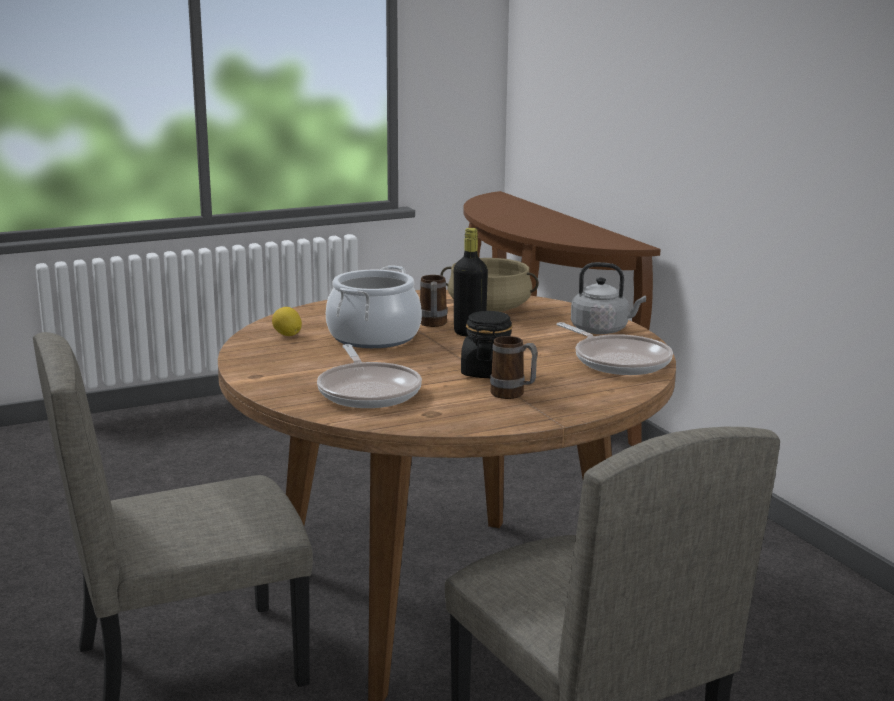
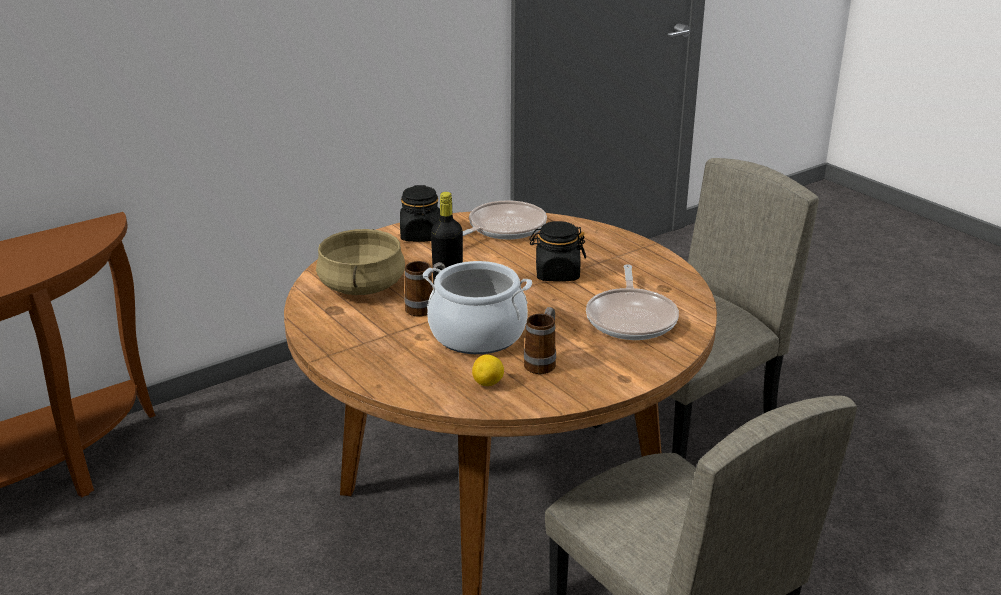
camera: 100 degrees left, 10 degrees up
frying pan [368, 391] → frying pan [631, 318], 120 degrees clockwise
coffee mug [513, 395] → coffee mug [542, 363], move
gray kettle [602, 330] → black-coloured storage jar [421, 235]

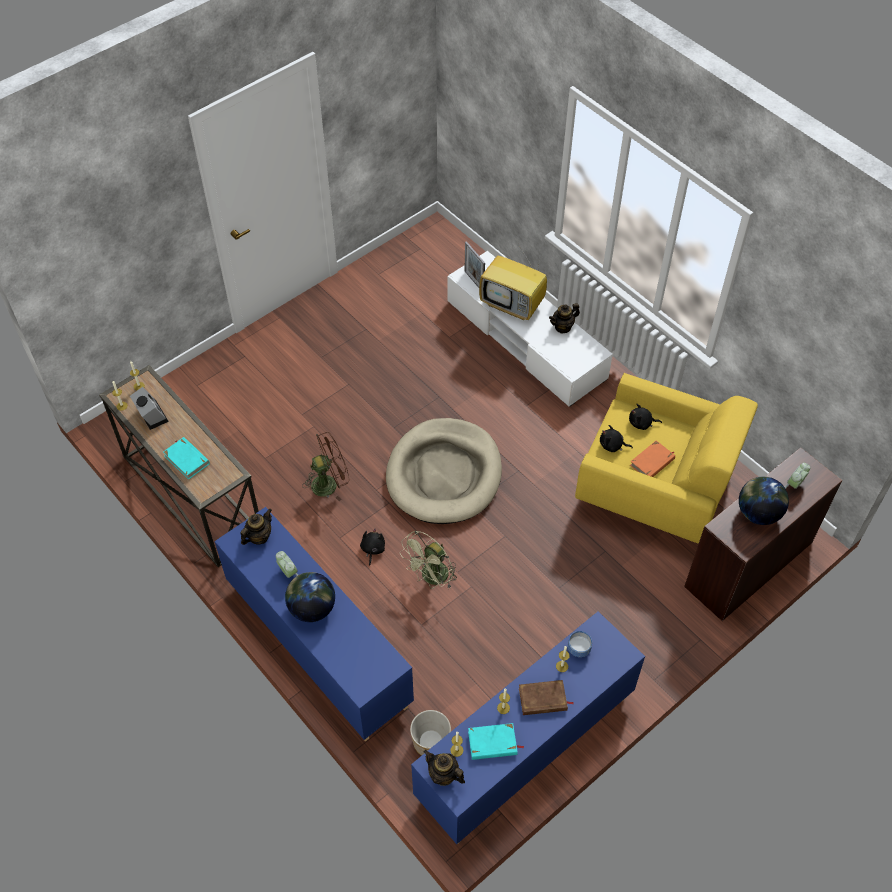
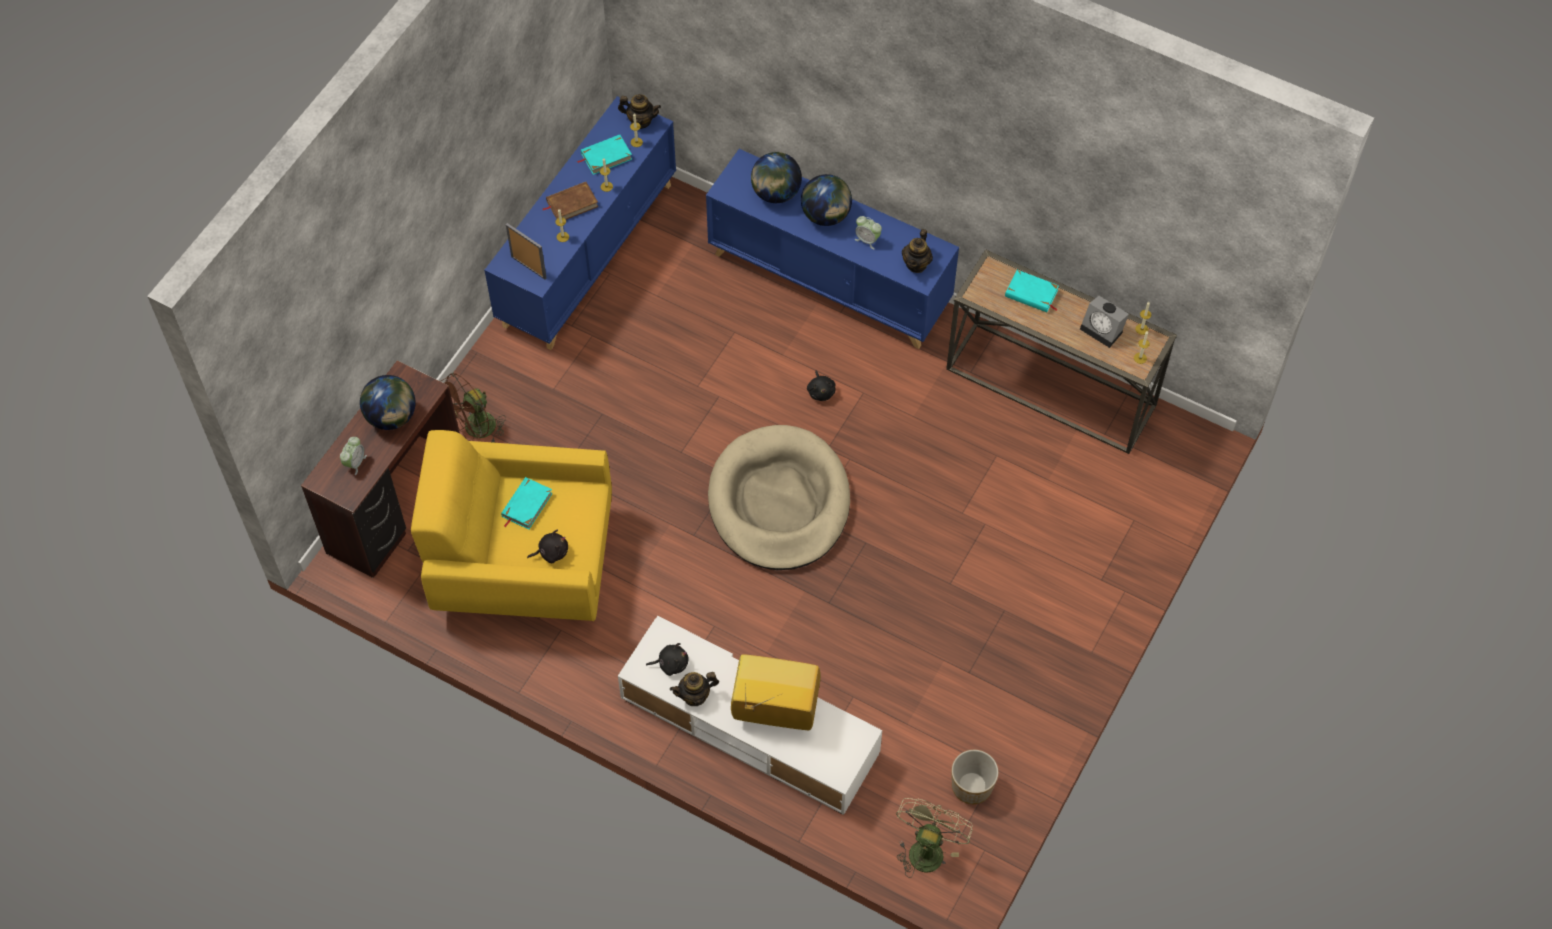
camera: 160 degrees right, 5 degrees up
brown cooling fan [329, 483] → brown cooling fan [475, 430], move
green cooling fan [431, 578] → green cooling fan [927, 848], move
flower pot [430, 741] → flower pot [972, 786], move
standing frame [474, 281] → standing frame [528, 267], move
pot for tea [563, 327] → pot for tea [695, 696], 150 degrees counterclockwise
deep dish [579, 649] → -
black-coloured plush toy [612, 445] → black-coloured plush toy [671, 663], move
orangey volume [652, 462] → turquoise-coloured volume [526, 505]
- → world globe [776, 193]

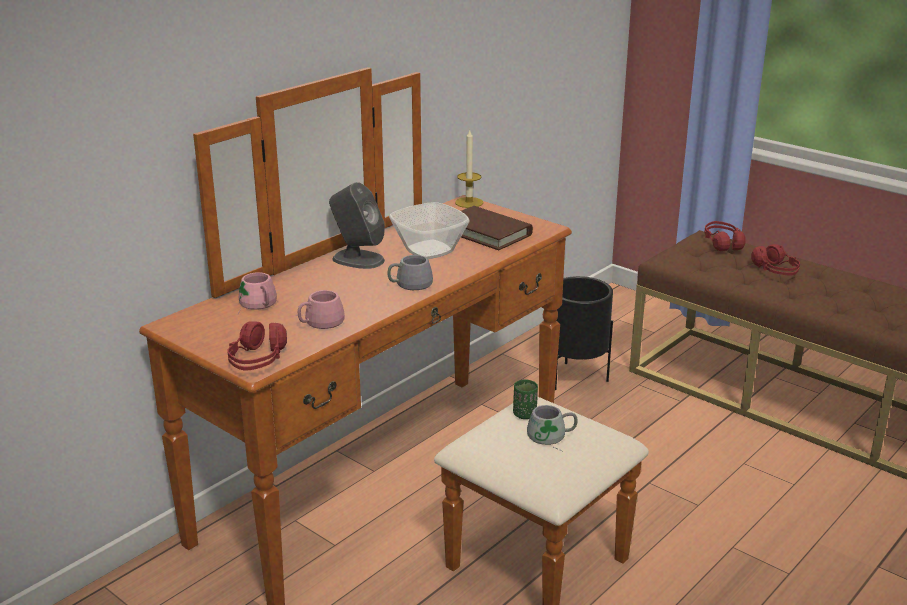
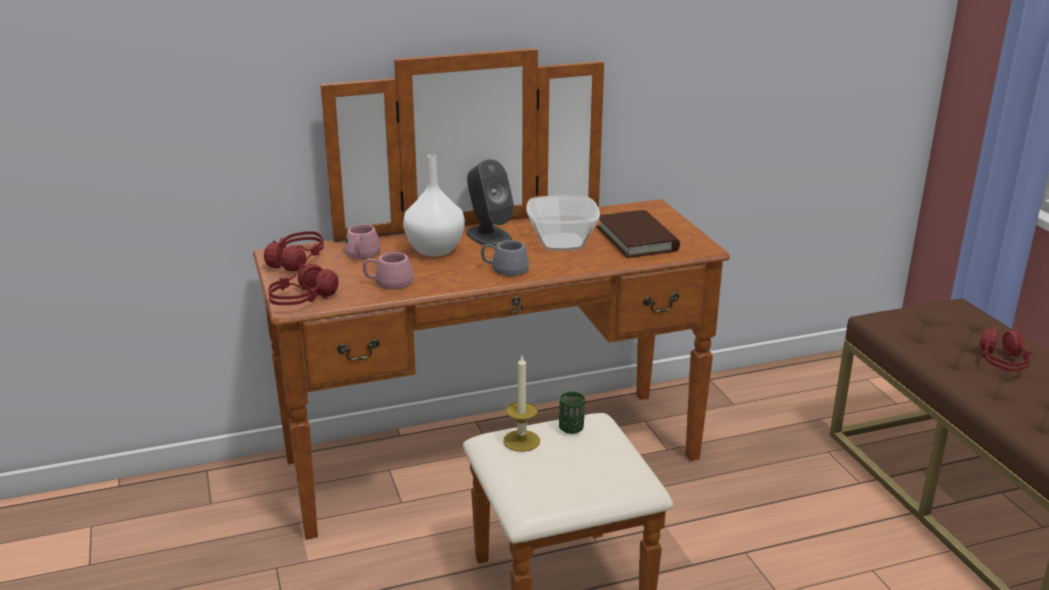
camera: 30 degrees right, 0 degrees up
wax candle [469, 202] → wax candle [521, 441], move
gray coffee mug [551, 438] → -
black-coloured flower pot [576, 378] → -
red-coloured pair of headphones [722, 243] → red-coloured pair of headphones [297, 260], move
- → white vase [436, 250]

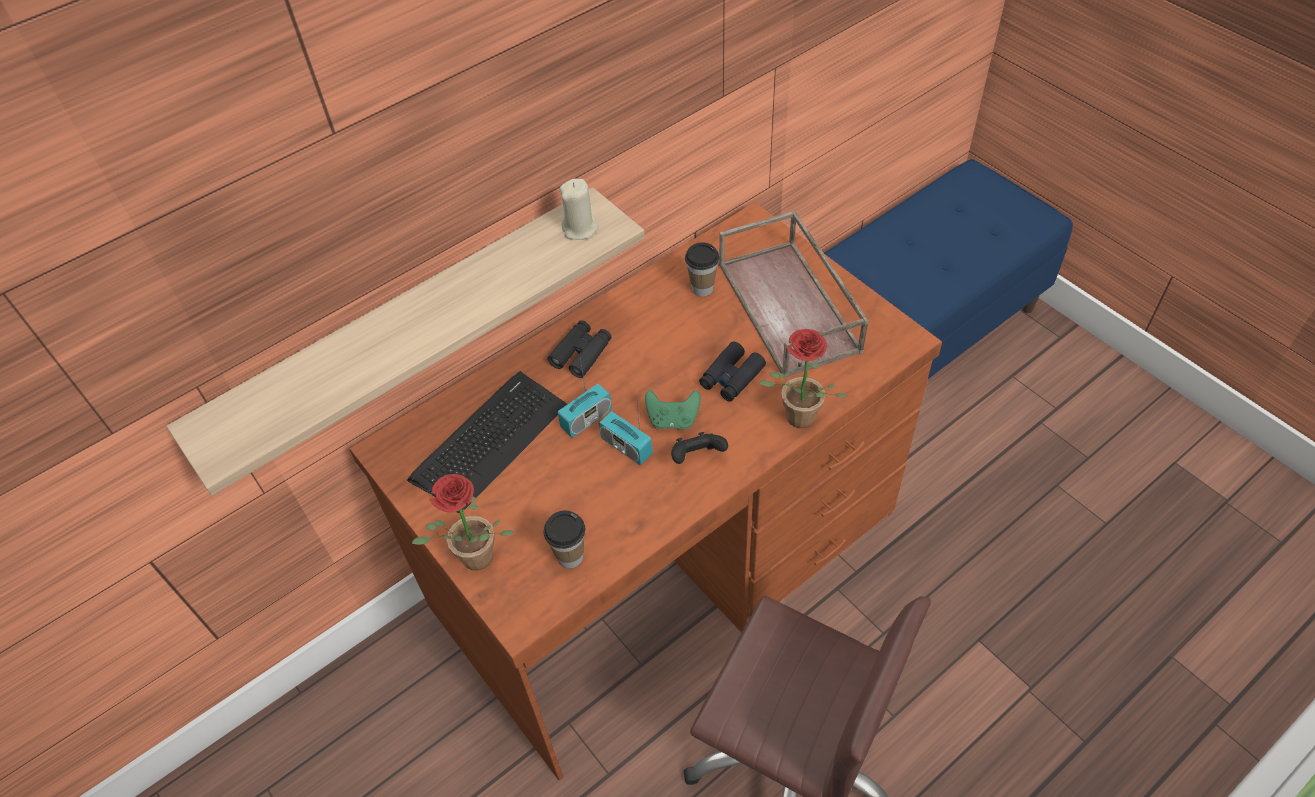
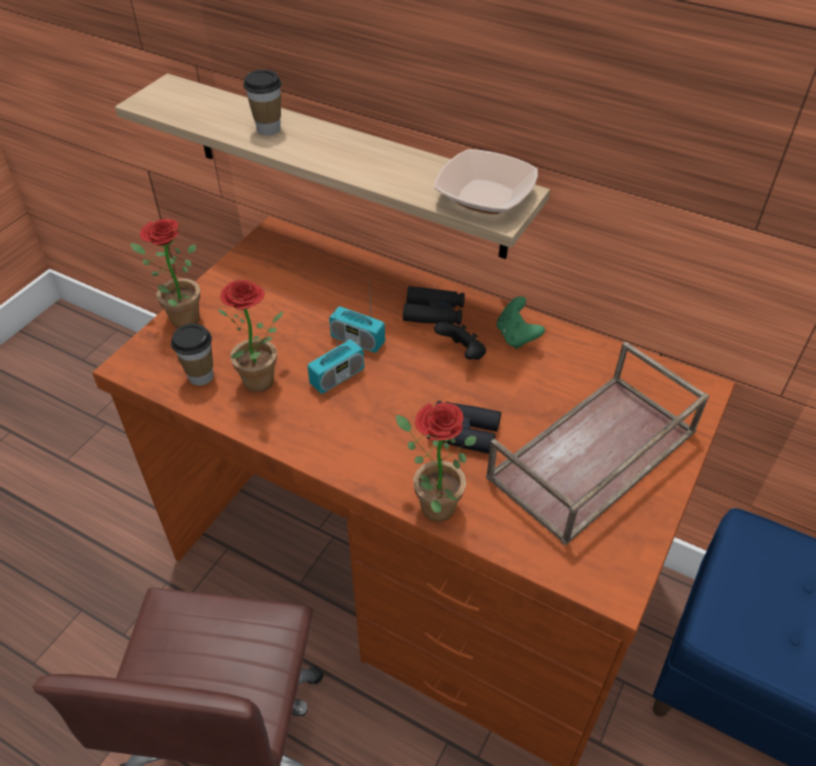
camera: 65 degrees right, 5 degrees down
computer keyboard [489, 441] → -
sand-coloured wax candle [580, 228] → deep dish [485, 196]
radio receiver [626, 447] → radio receiver [337, 377], 150 degrees counterclockwise
green game controller [673, 420] → green game controller [516, 336], move
black-coloured game controller [697, 457] → black-coloured game controller [462, 353], move
drinking cup [702, 288] → drinking cup [268, 129], move
- → plant in a pot [262, 386]

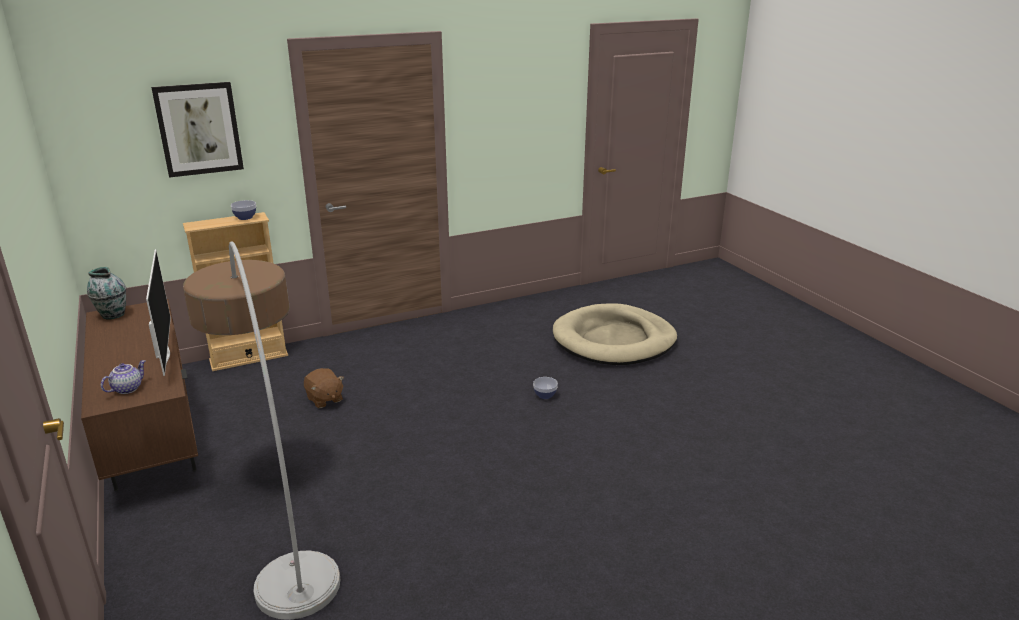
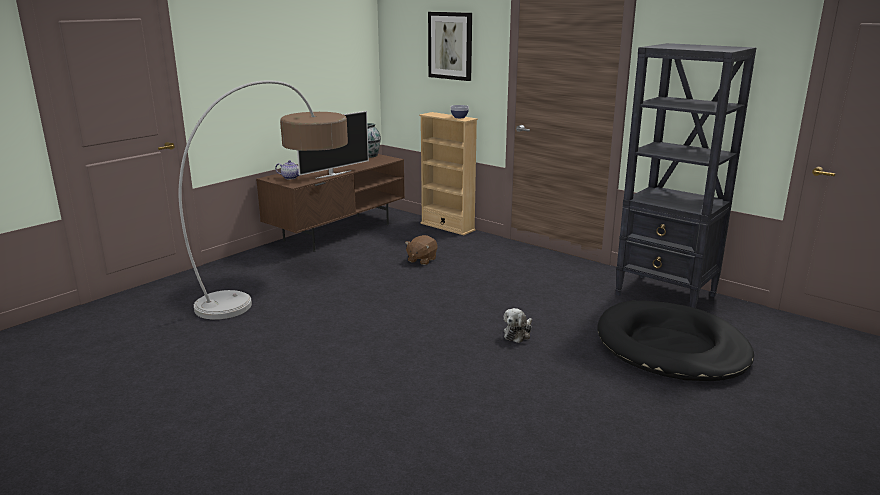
camera: 65 degrees right, 5 degrees down
deep dish [545, 395] → plush toy [518, 334]
sand-coloured dog cushion [614, 340] → black-coloured dog cushion [671, 347]
- → black-coloured bookshelf [666, 295]

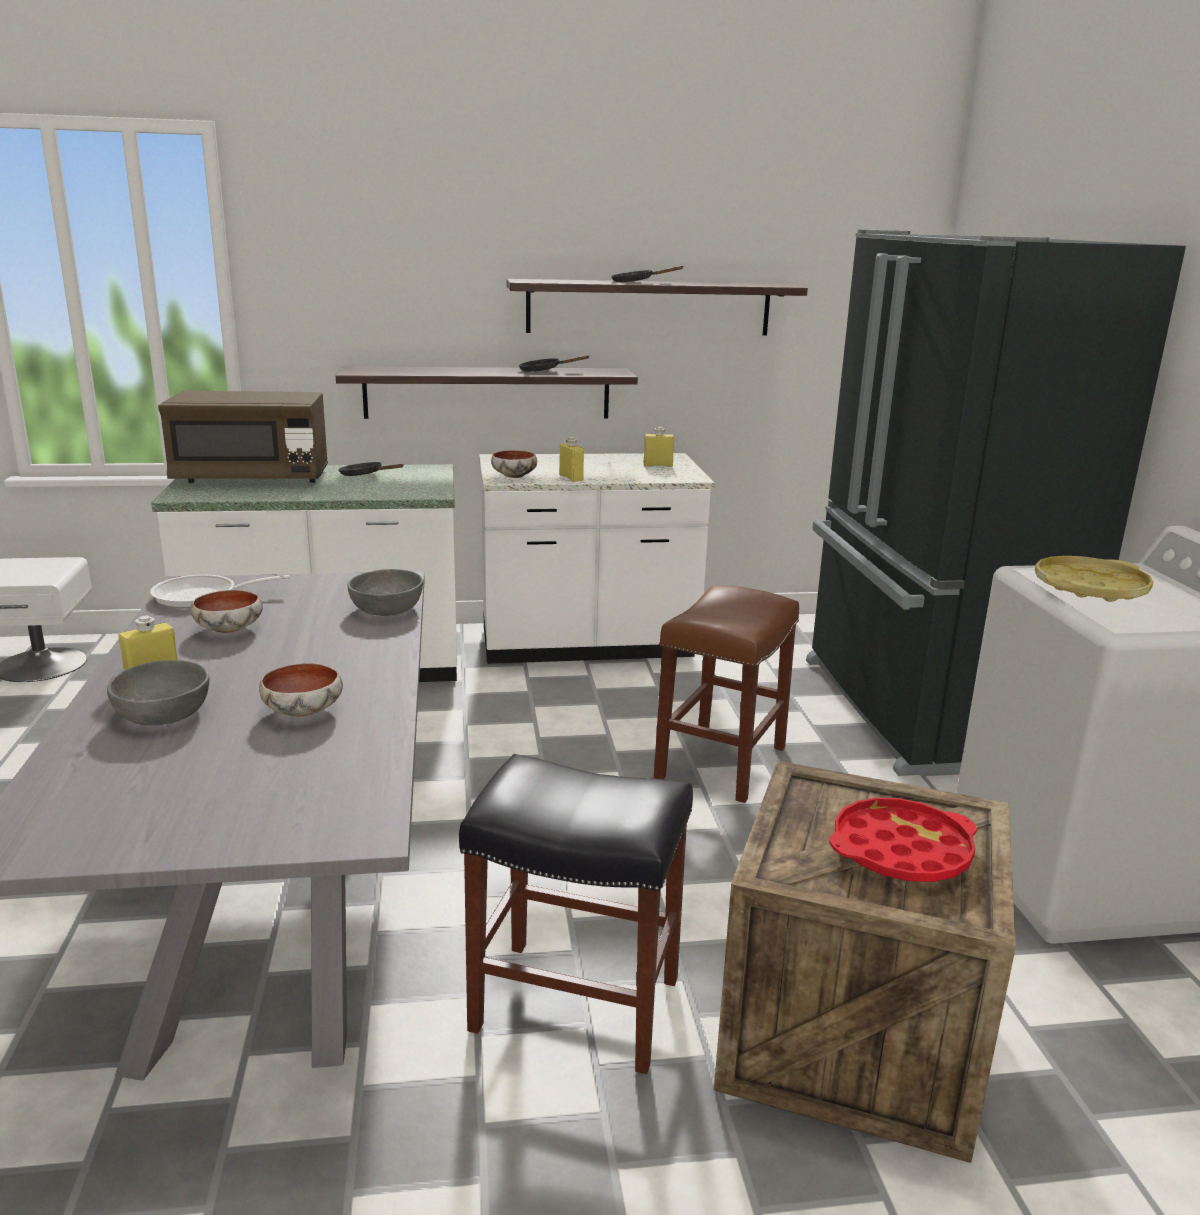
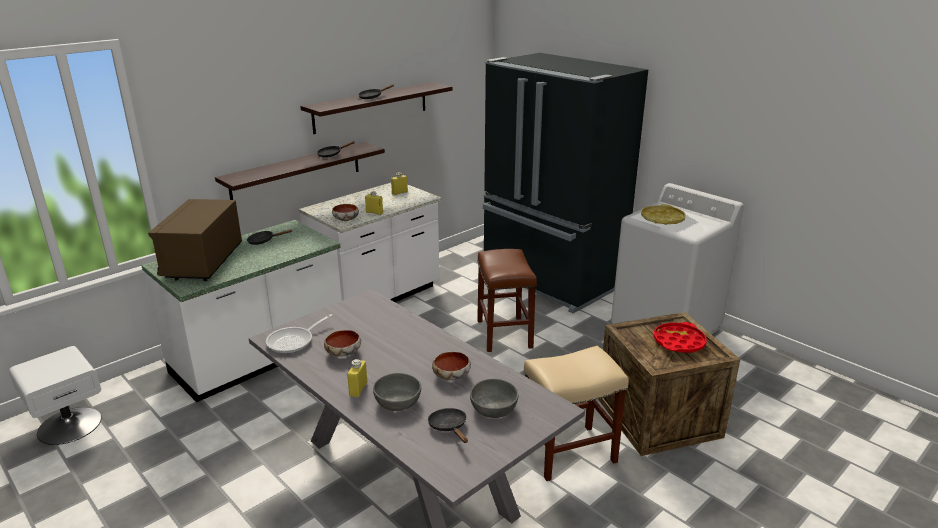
camera: 35 degrees left, 5 degrees up
brown microwave [252, 478] → brown microwave [203, 262], 135 degrees clockwise
gray deep dish [386, 609] → gray deep dish [494, 409], move
black-coloured stool [573, 1004] → sand-coloured stool [568, 453]
- → black-coloured frying pan [449, 427]

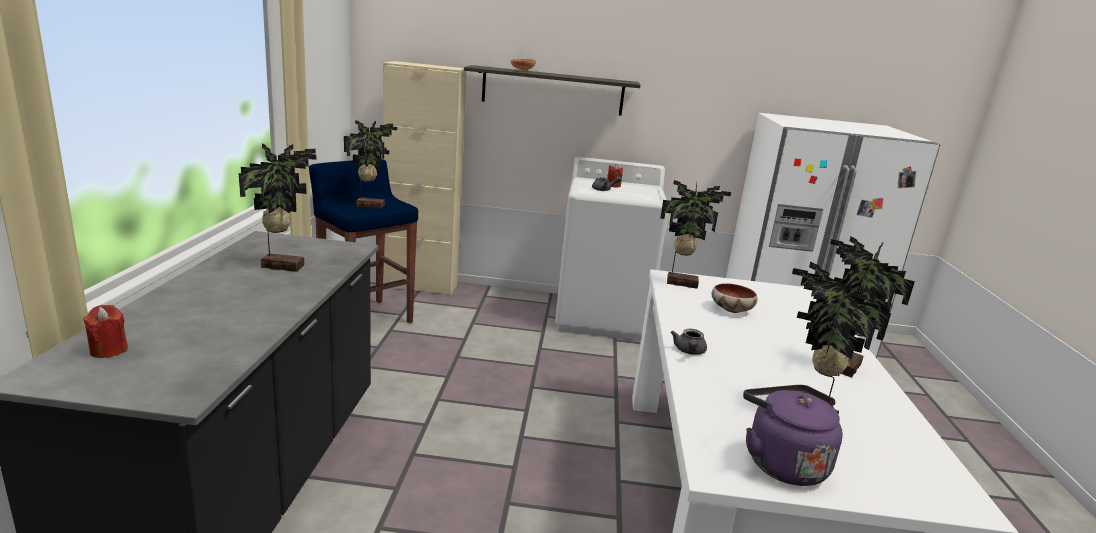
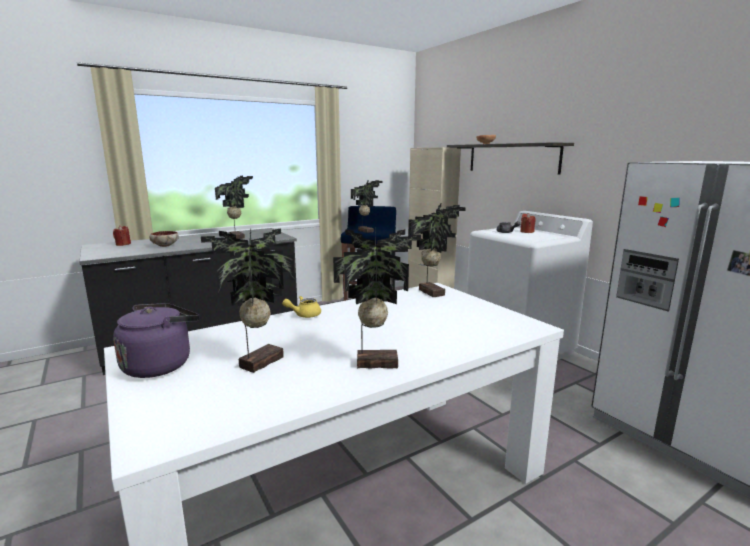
camera: 55 degrees right, 5 degrees down
gray pot for tea [689, 352] → yellowish pot for tea [304, 315]
deep dish [730, 310] → deep dish [165, 245], move

